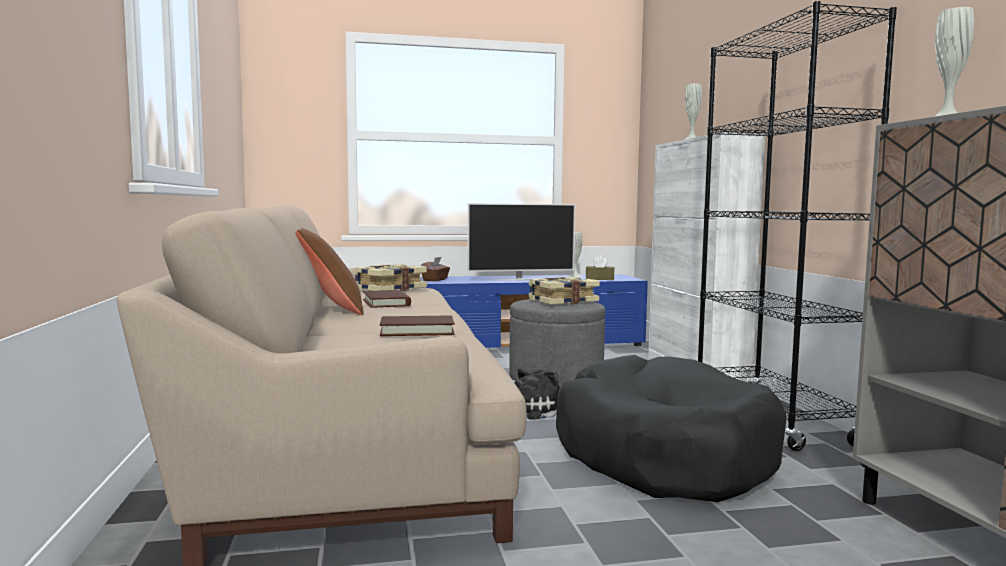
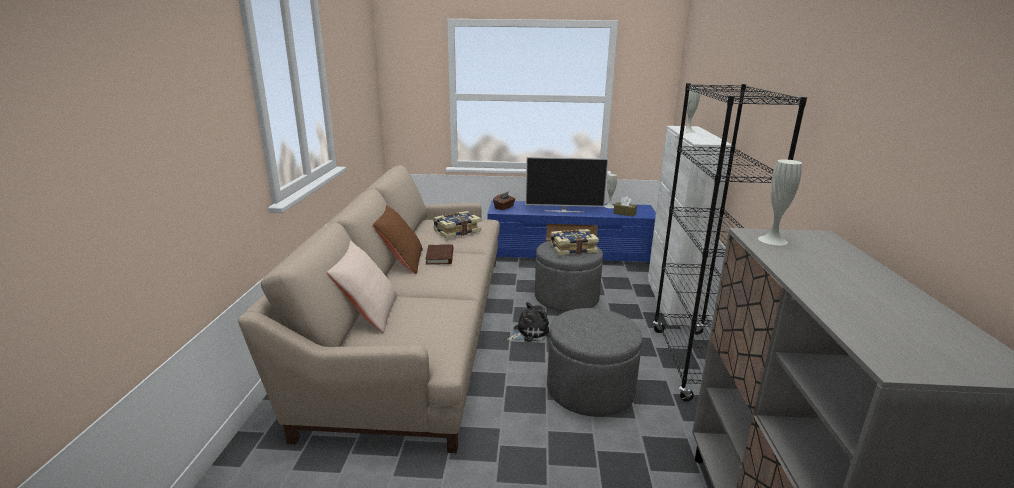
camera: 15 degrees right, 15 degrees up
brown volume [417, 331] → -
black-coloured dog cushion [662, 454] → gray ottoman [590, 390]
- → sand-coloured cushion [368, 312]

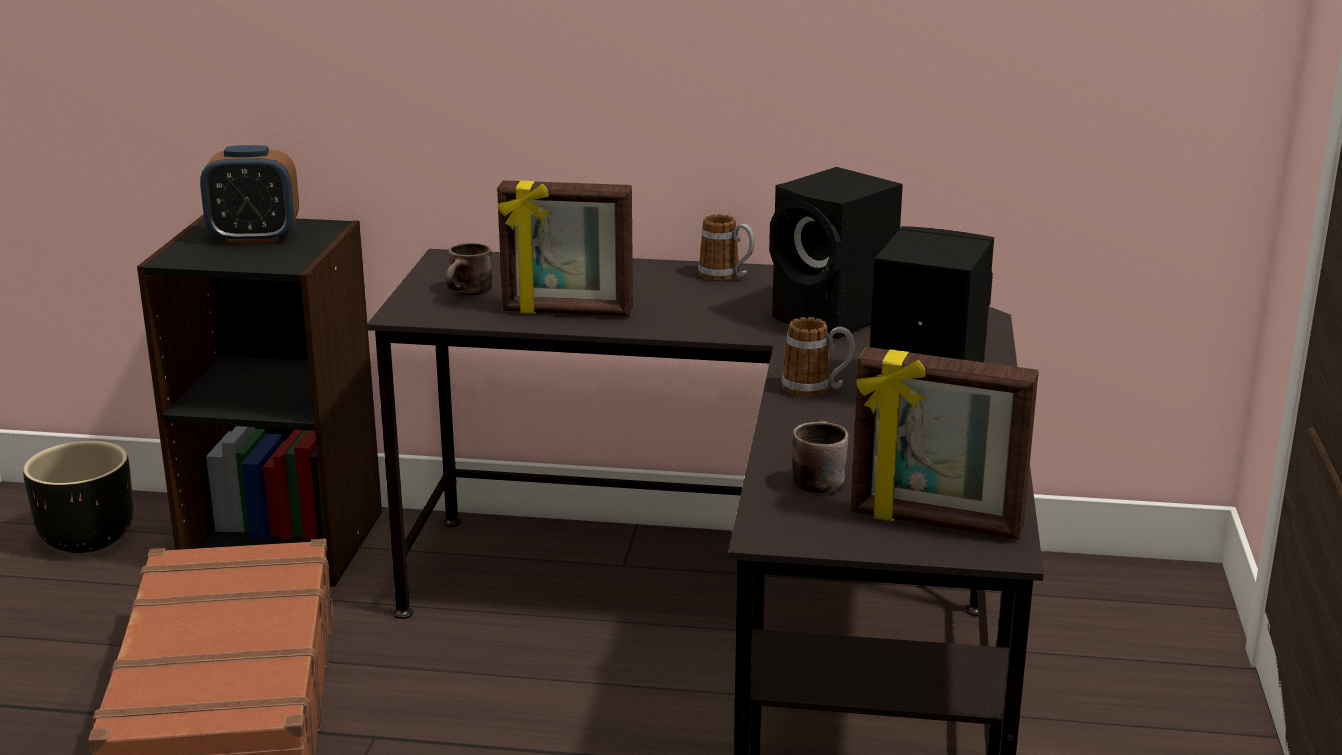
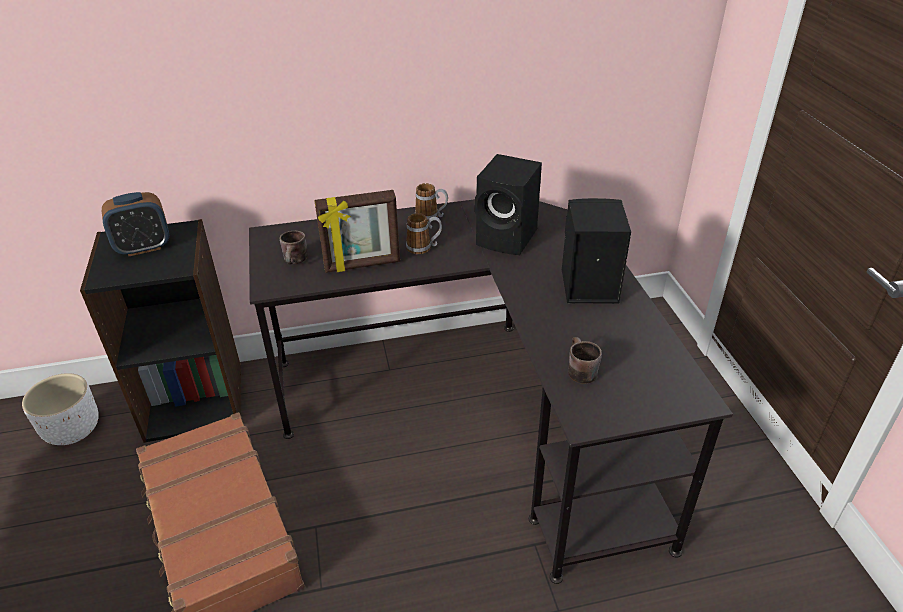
camera: 20 degrees left, 15 degrees up
black-coloured flower pot [88, 538] → white flower pot [73, 430]
coffee mug [816, 389] → coffee mug [424, 247], move
standing frame [935, 523] → -

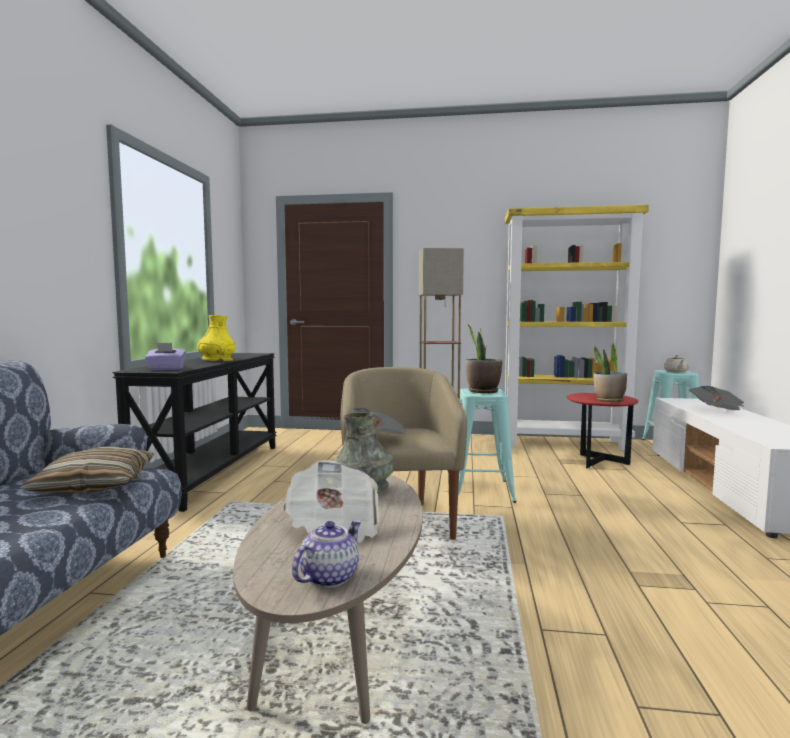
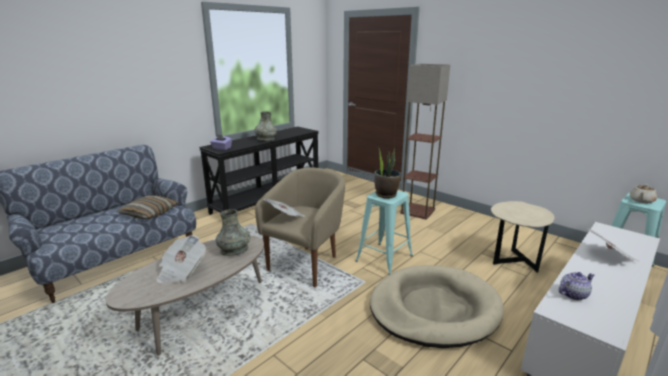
camera: 35 degrees right, 15 degrees up
yellowish vase [217, 360] → gray vase [266, 139]
pot for tea [329, 577] → pot for tea [573, 294], move
yellowish bookshelf [565, 443] → -
red-coloured accent table [598, 463] → sand-coloured accent table [512, 262]
plant in a pot [609, 400] → -
- → sand-coloured dog cushion [433, 309]

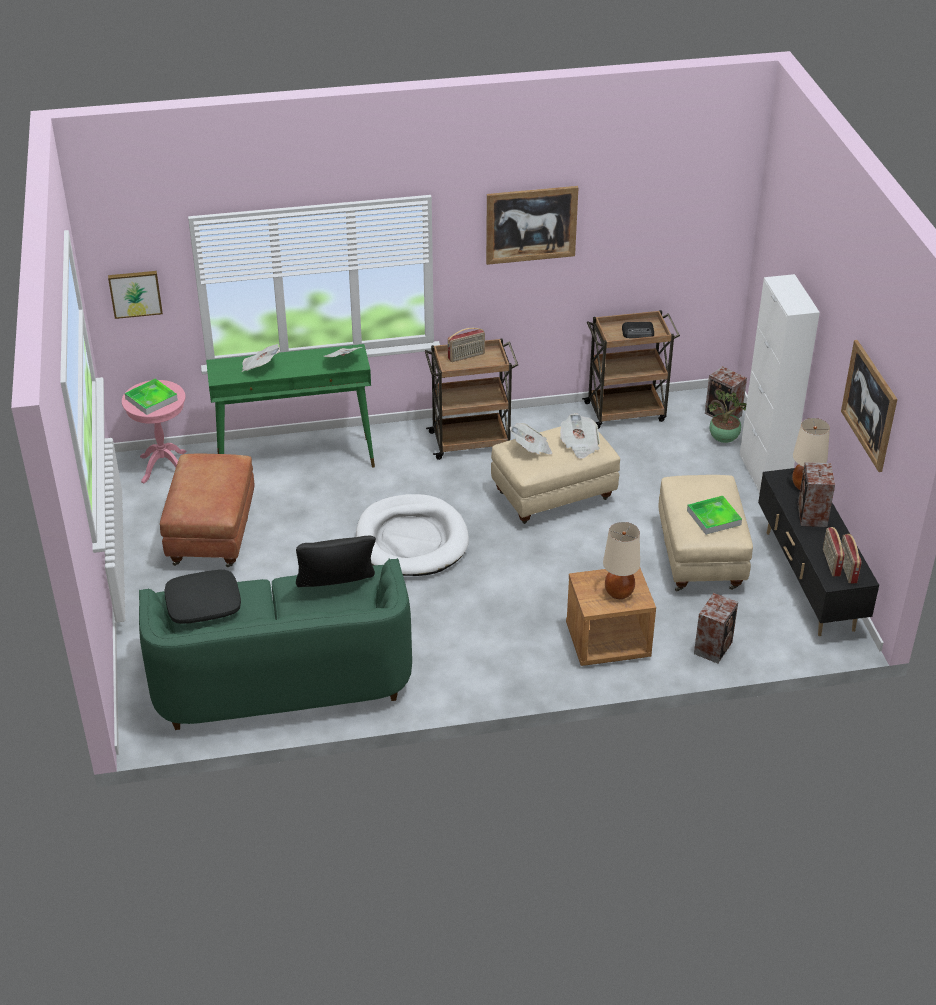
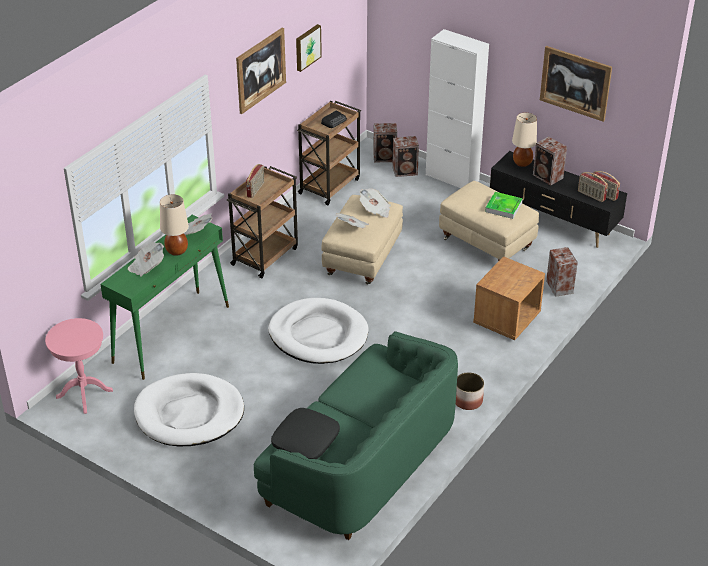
camera: 45 degrees left, 0 degrees up
wall art [135, 293] → wall art [307, 47], move
carrying tray [151, 399] → -
brown ottoman [213, 536] → white dog cushion [189, 414]
black-coloured cushion [337, 589] → -
sand-coloured tabletop lamp [619, 593] → sand-coloured tabletop lamp [177, 251], move
plant in a pot [724, 439] → speaker [405, 171]
- → flower pot [468, 401]

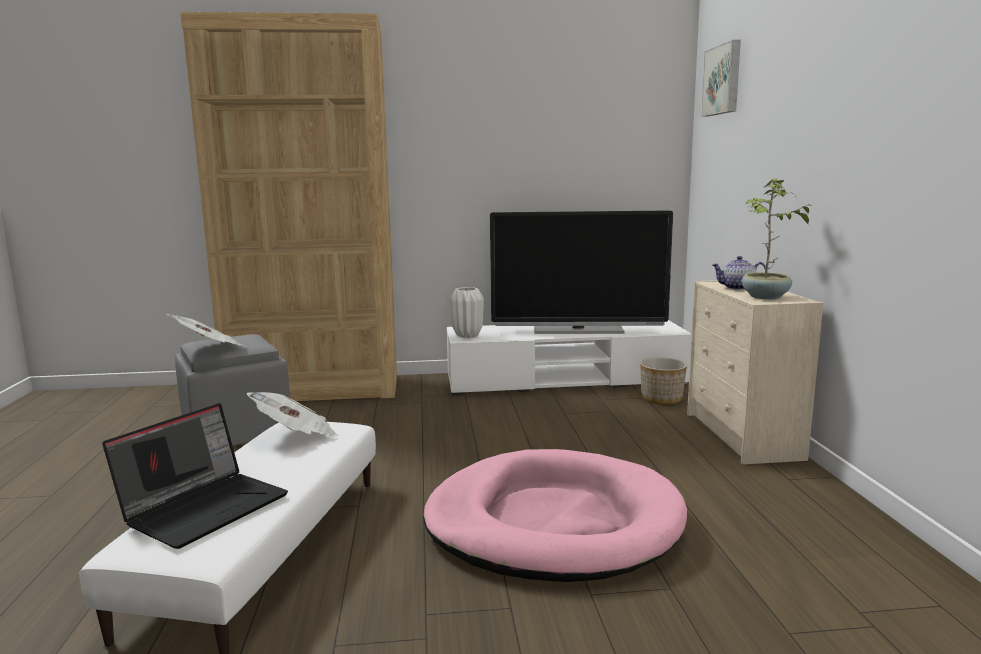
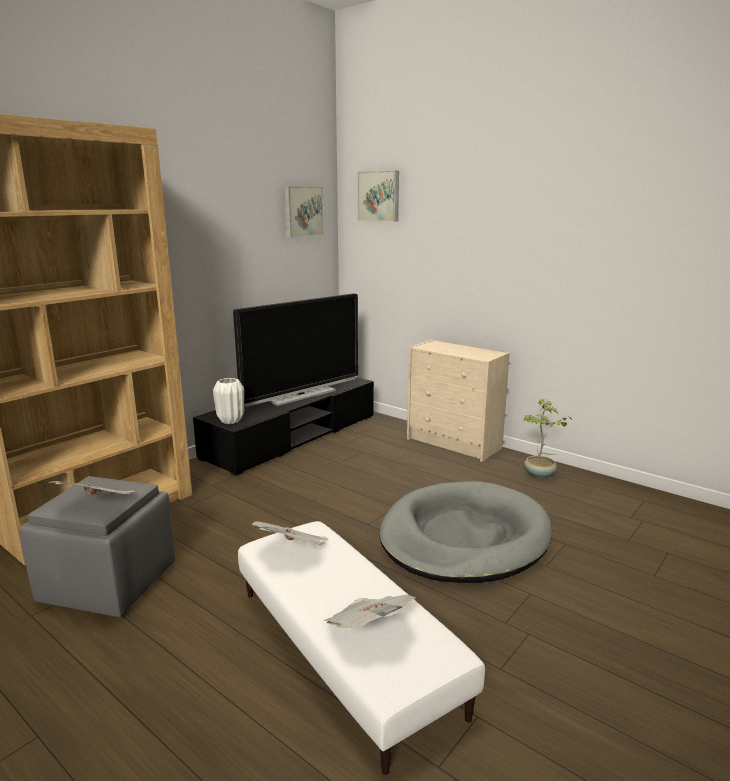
camera: 45 degrees left, 5 degrees up
notebook computer [205, 507] → printed paper [368, 629]
pinkish dog cushion [553, 523] → gray dog cushion [464, 537]
white tv stand [565, 380] → black-coloured tv stand [293, 437]
flower pot [662, 399] → -
pot for tea [737, 288] → -
plant in a pot [765, 297] → plant in a pot [540, 475], move
- → wall art [302, 211]

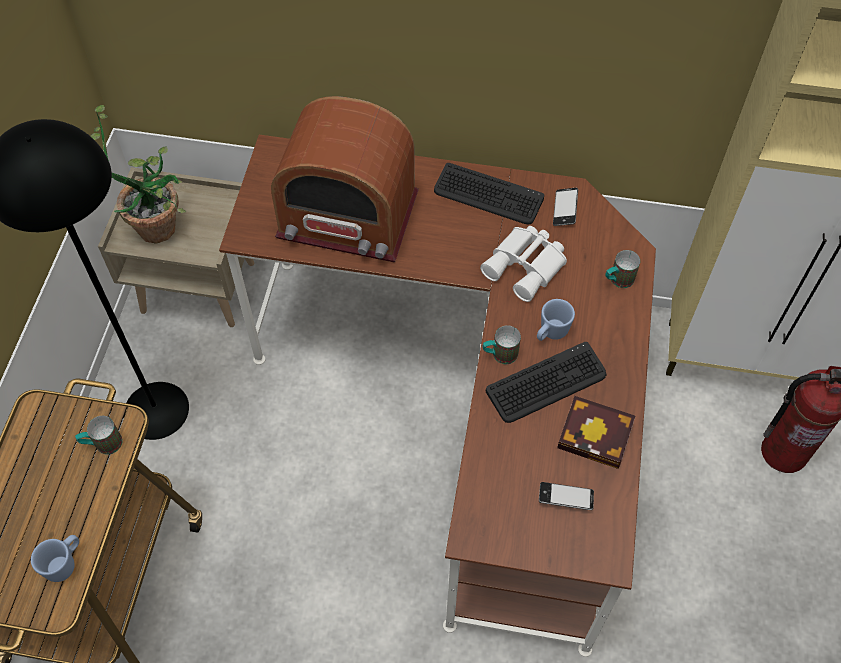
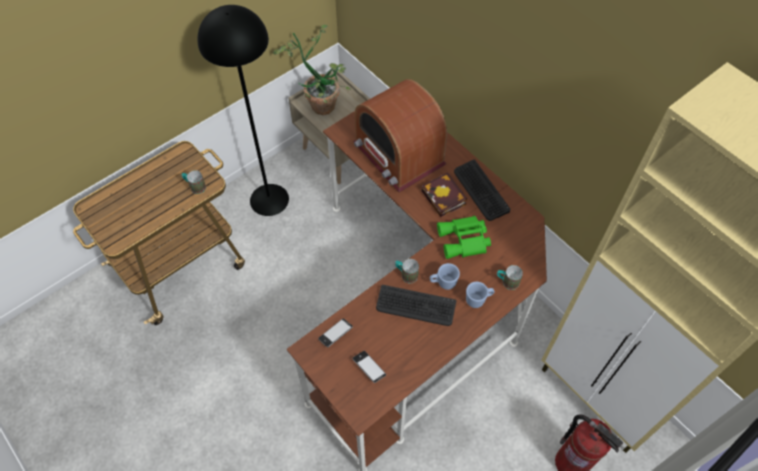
camera: 40 degrees right, 0 degrees up
bluish coffee mug [65, 563] → bluish coffee mug [478, 300], move
white field glasses [527, 267] → green field glasses [464, 241]
handset [565, 209] → handset [335, 334], move
volume [598, 436] → volume [445, 199], move

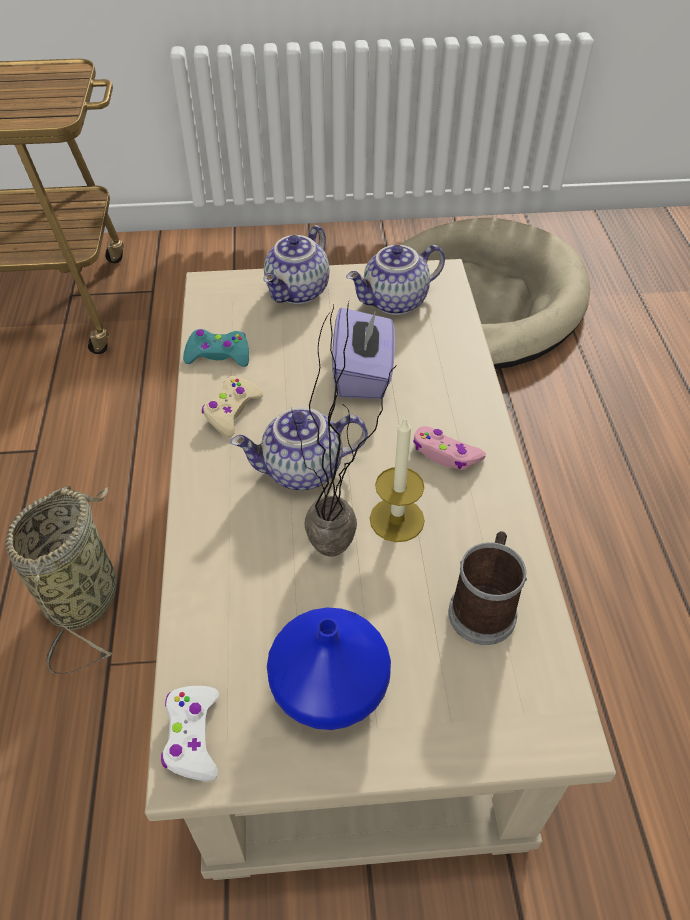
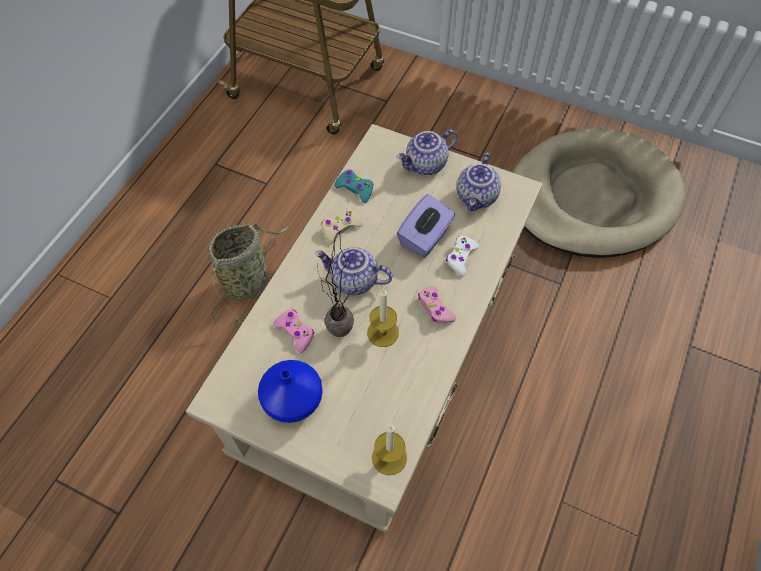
camera: 30 degrees right, 10 degrees up
white game controller [192, 737] → white game controller [461, 258], move
pot for tea [395, 302] → pot for tea [477, 197], 75 degrees counterclockwise
coffee mug [483, 607] → -
- → pinkish game controller [295, 332]
- → wax candle [389, 457]

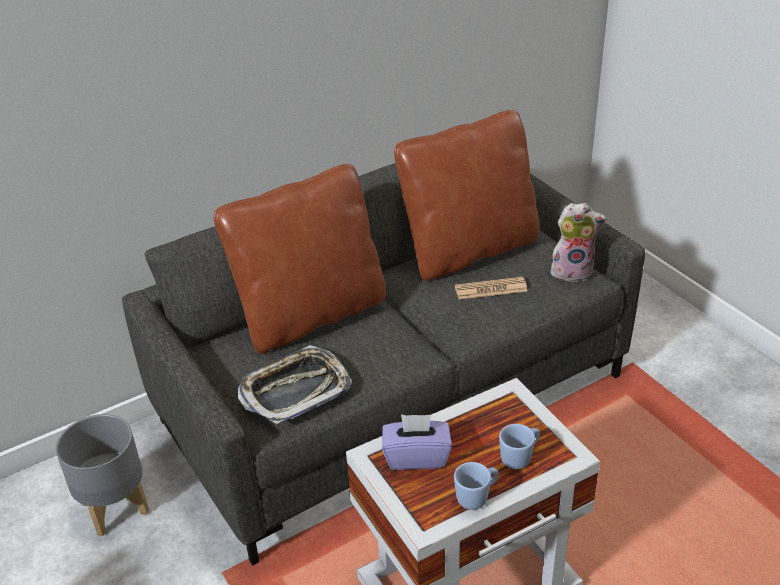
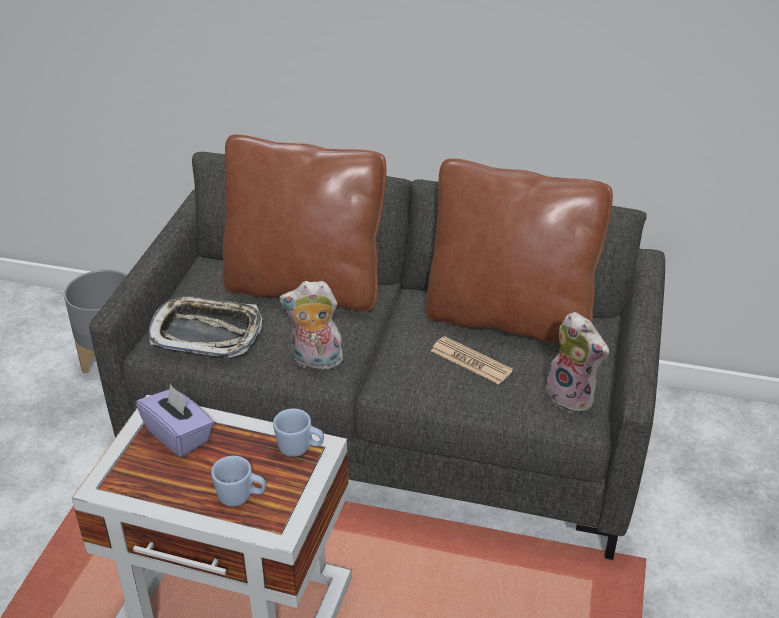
camera: 45 degrees right, 0 degrees up
bluish coffee mug [477, 497] → bluish coffee mug [300, 449], move
- → plush toy [315, 361]

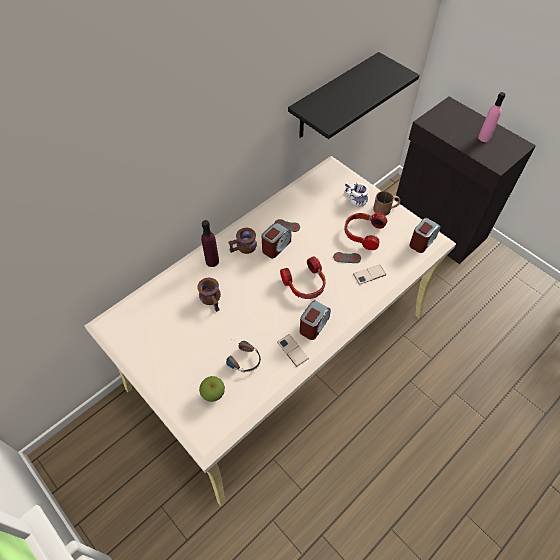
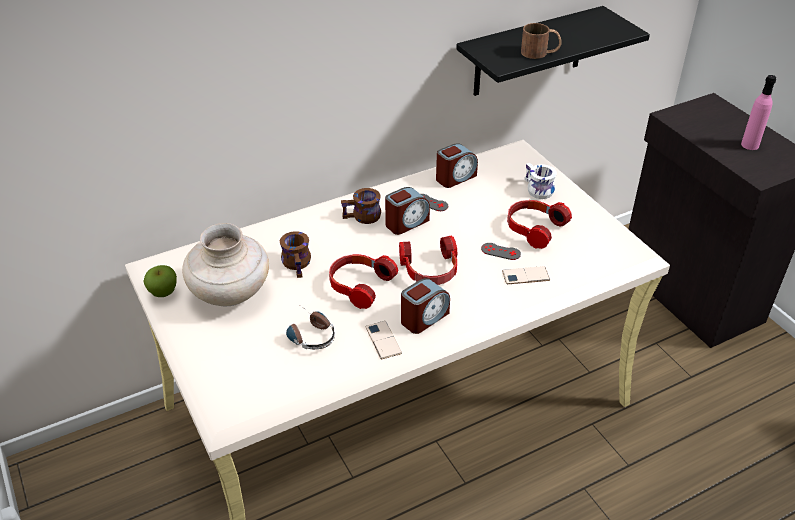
camera: 15 degrees right, 15 degrees down
apple [213, 394] → apple [163, 293], move
purplish drink bottle [212, 261] → -
brown coffee mug [386, 208] → brown coffee mug [540, 53], move
alarm clock [422, 241] → alarm clock [455, 177], move
- → sand-coloured vase [230, 294]
- → pair of headphones [359, 285]

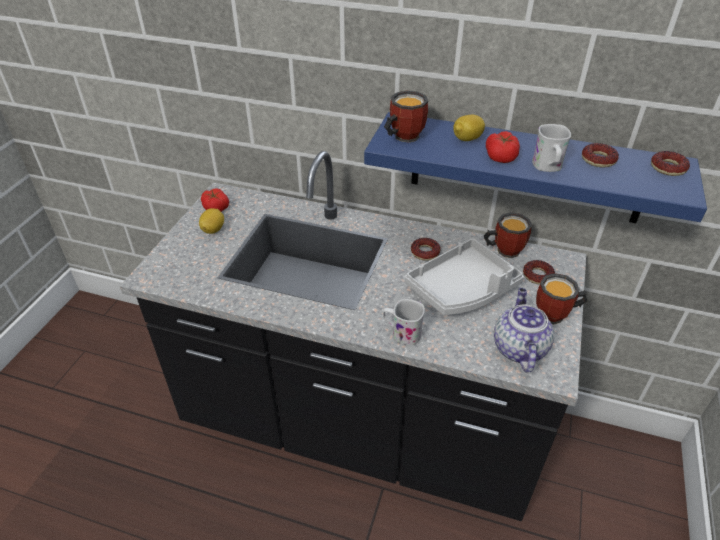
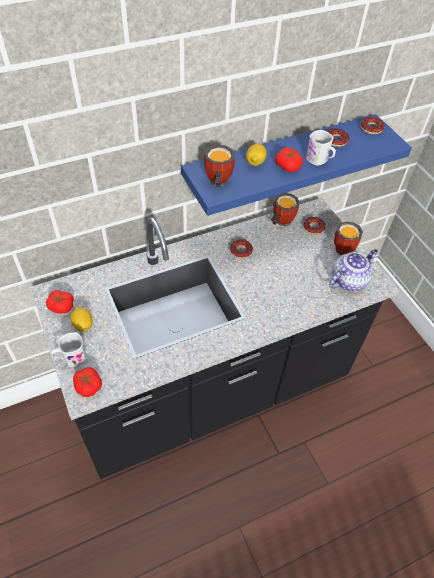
camera: 45 degrees left, 10 degrees up
white coffee mug [401, 333] → white coffee mug [71, 358], move
gray carrying tray [463, 289] → -
pot for tea [518, 348] → pot for tea [348, 280], 90 degrees clockwise
- → tomato [88, 386]

